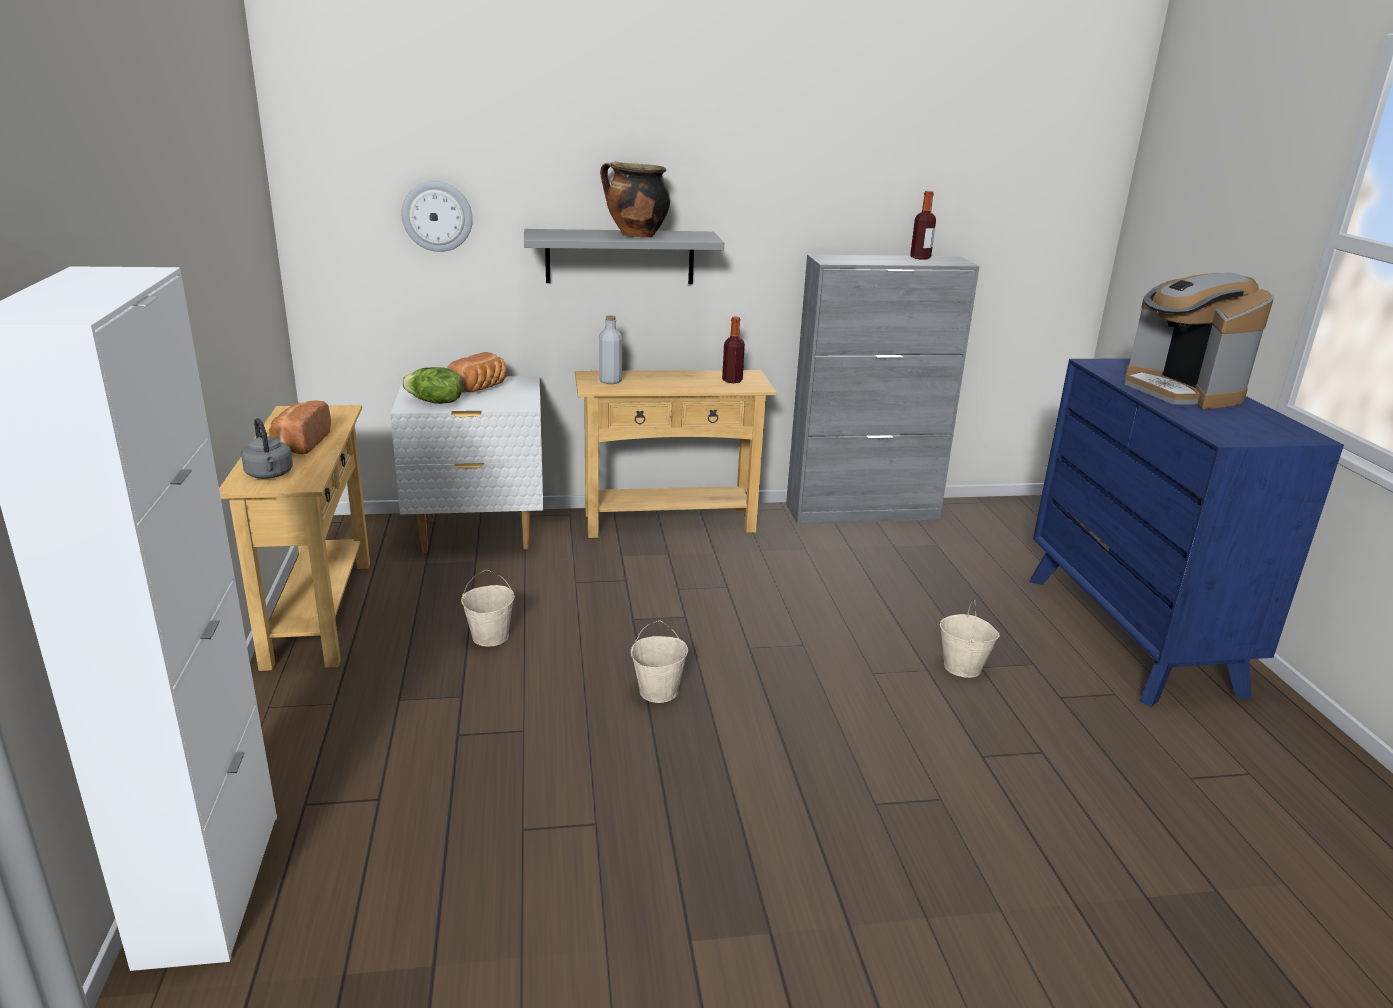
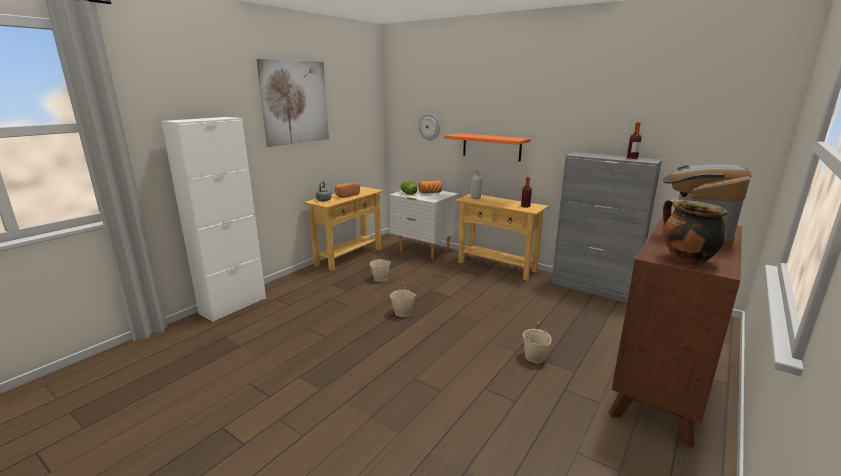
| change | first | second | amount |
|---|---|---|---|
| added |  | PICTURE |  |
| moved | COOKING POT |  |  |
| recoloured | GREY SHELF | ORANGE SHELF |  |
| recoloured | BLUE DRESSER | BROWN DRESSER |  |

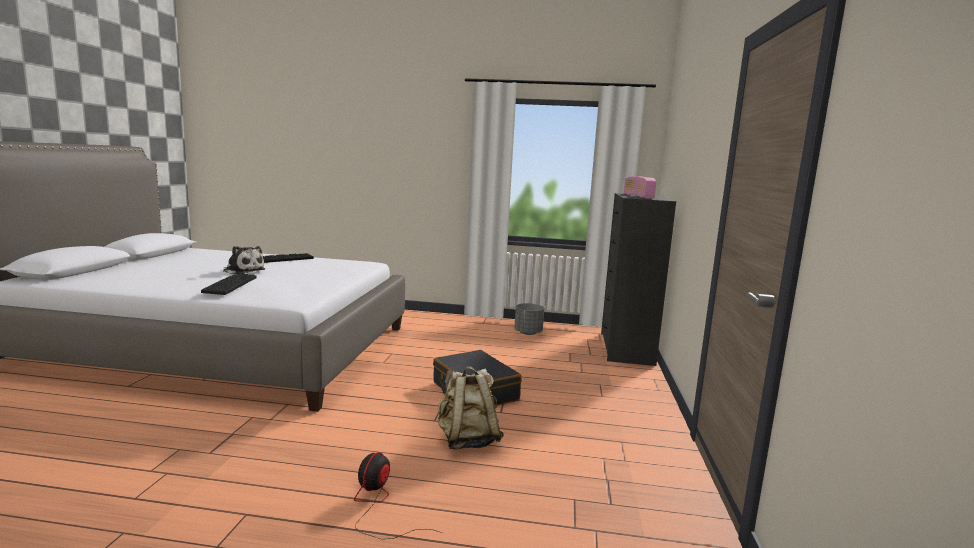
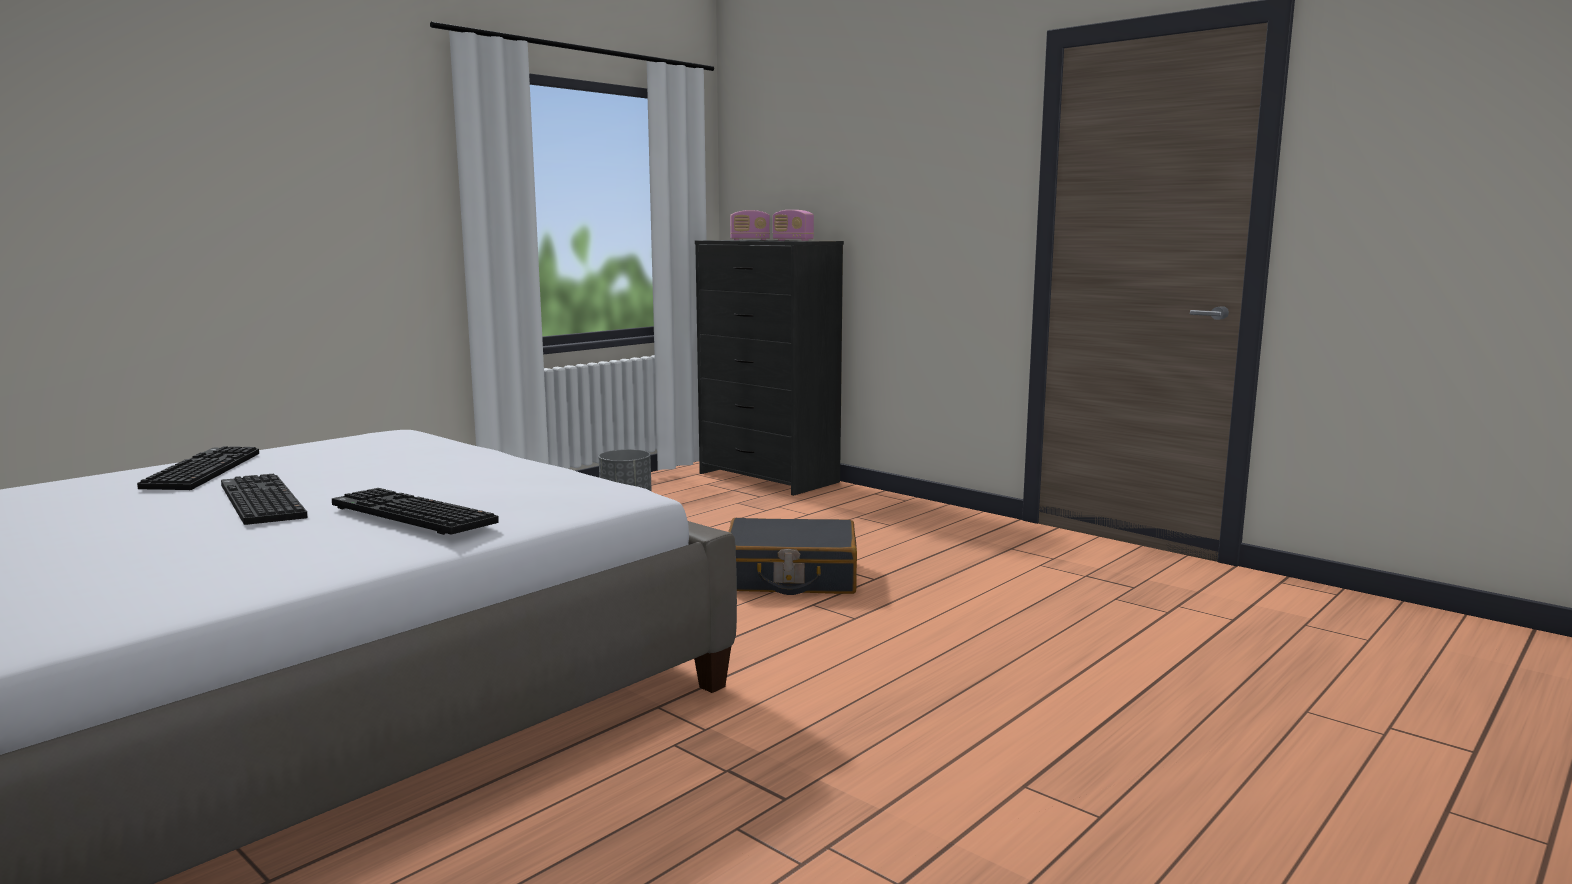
| change | first | second | amount |
|---|---|---|---|
| removed | FAN |  |  |
| removed | BEIGE BACKPACK |  |  |
| replaced | PLUSH TOY | KEYBOARD (2nd from left) |  |

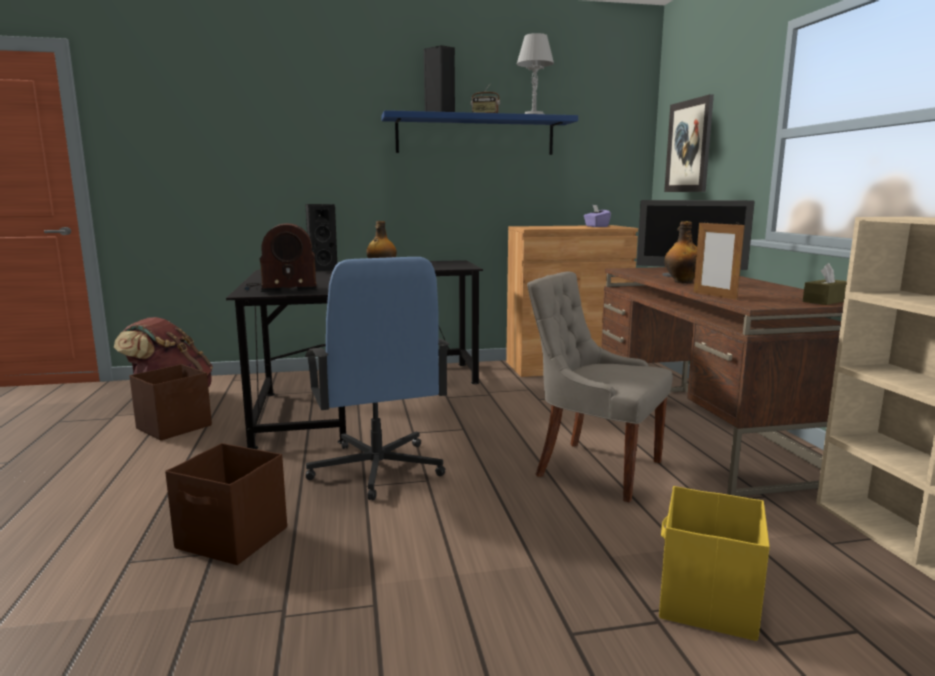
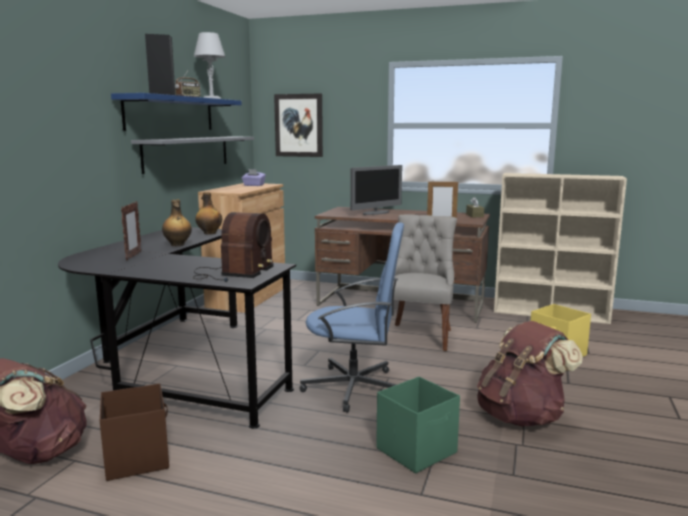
| change | first | second | amount |
|---|---|---|---|
| added |  | GREY SHELF |  |
| added |  | BROWN BACKPACK (2nd from left) |  |
| moved | BOTTLE (2nd from left) |  |  |
| replaced | BLACK SPEAKER (1st from left) | PICTURE FRAME (1st from left) |  |
| recoloured | BROWN STORAGE BOX (2nd from left) | GREEN STORAGE BOX |  |
| turned | GREY CHAIR |  | 135 degrees clockwise |

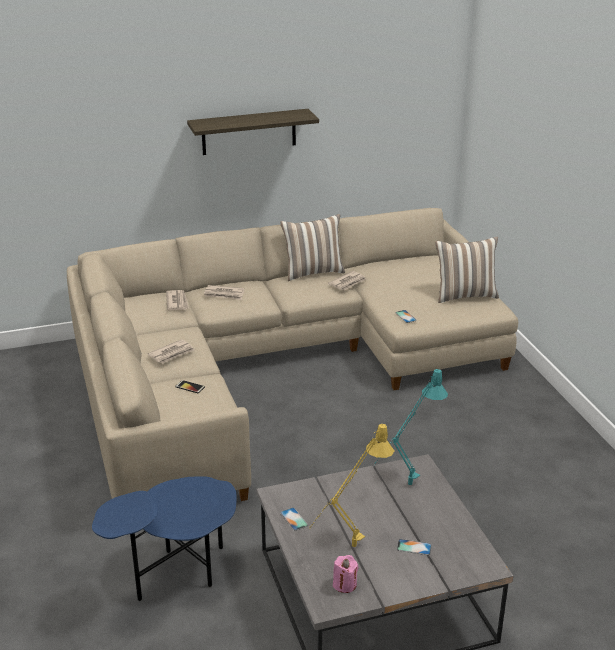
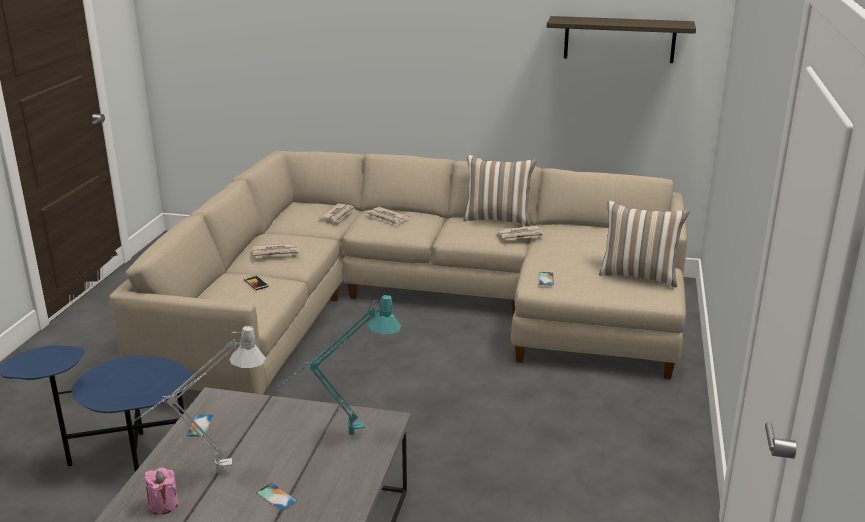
| change | first | second | amount |
|---|---|---|---|
| moved | SHELF |  |  |
| recoloured | YELLOW TABLE LAMP | GREY TABLE LAMP |  |

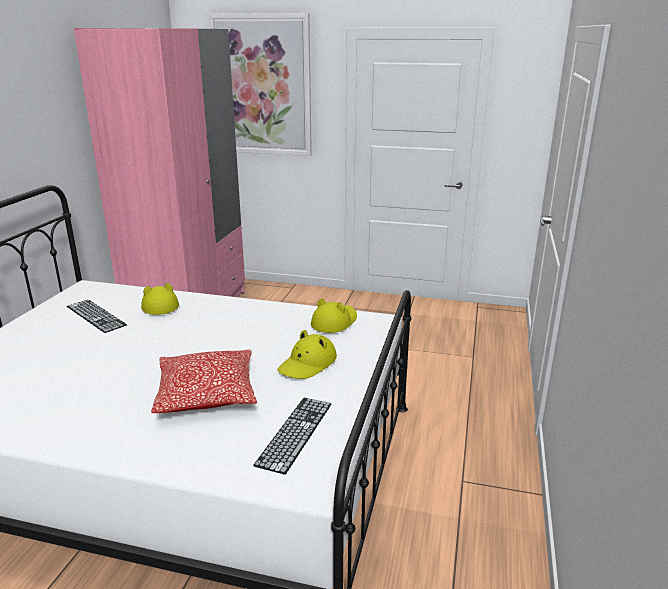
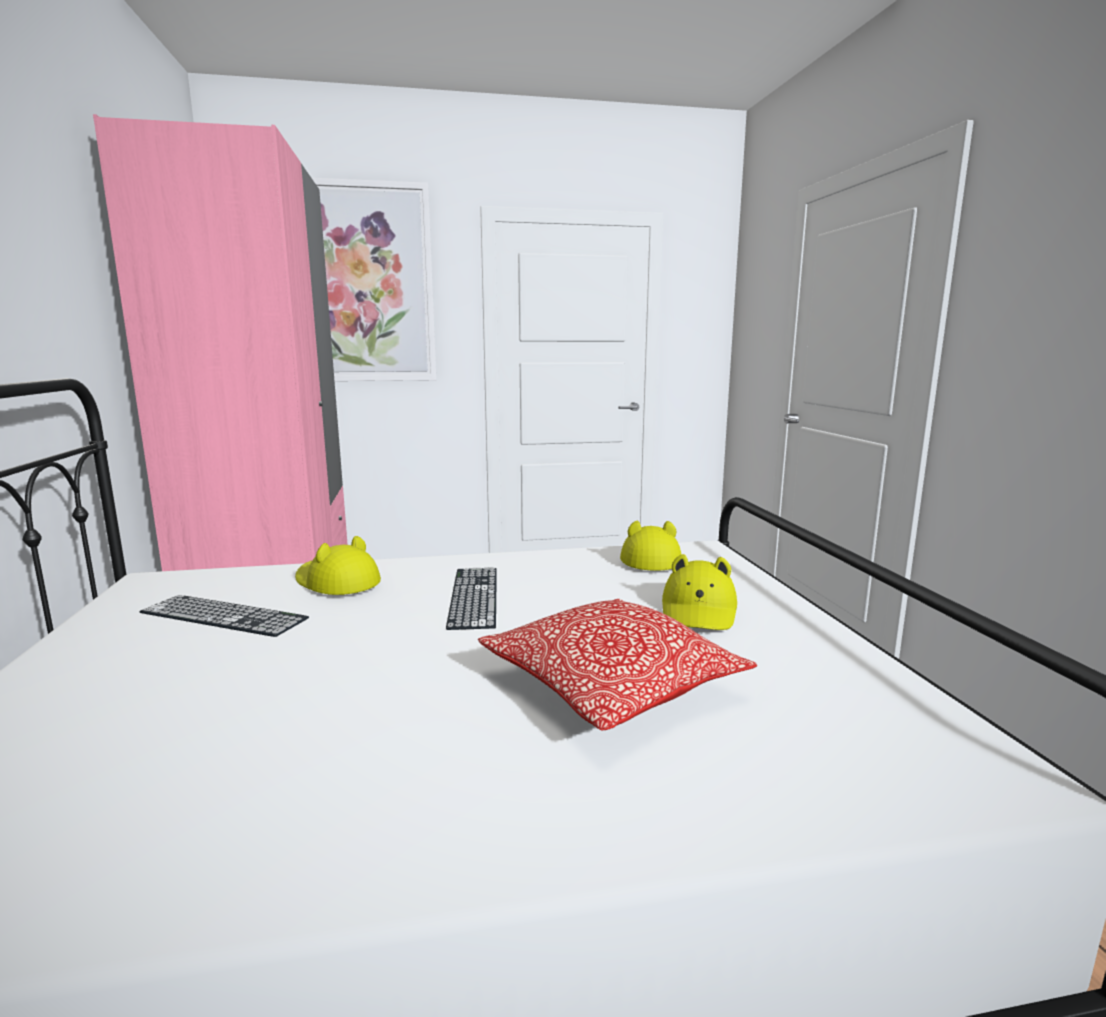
| change | first | second | amount |
|---|---|---|---|
| moved | KEYBOARD (2nd from left) |  |  |

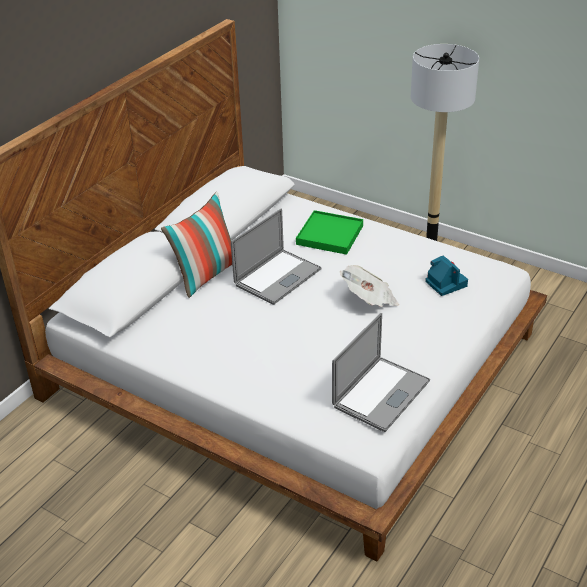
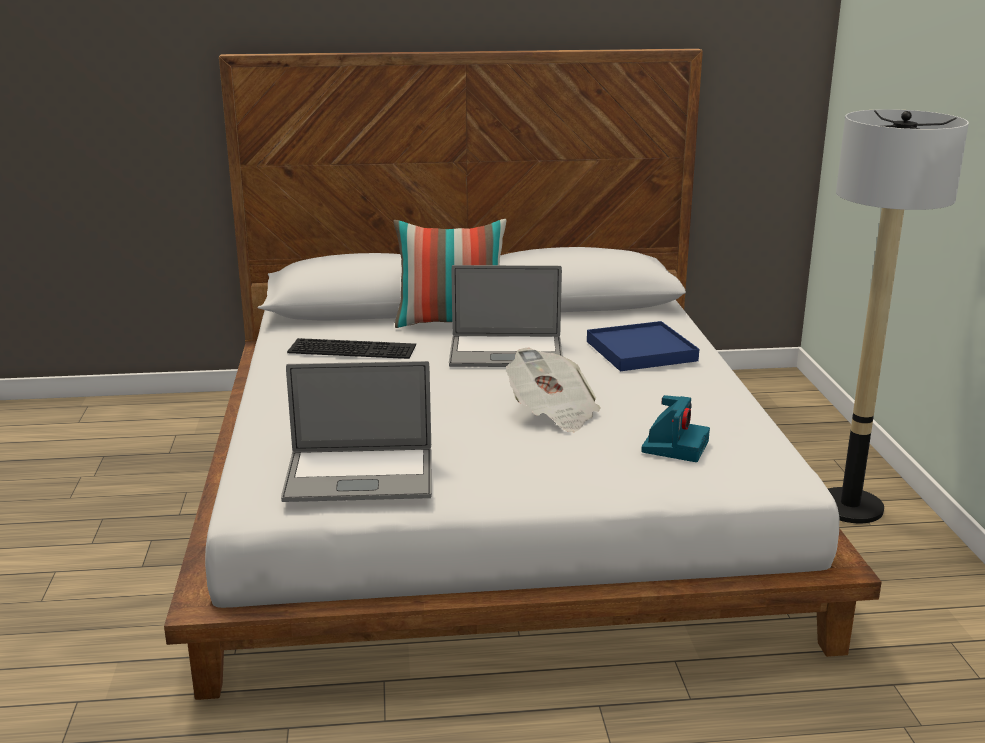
| change | first | second | amount |
|---|---|---|---|
| added |  | KEYBOARD |  |
| recoloured | GREEN TRAY | BLUE TRAY |  |

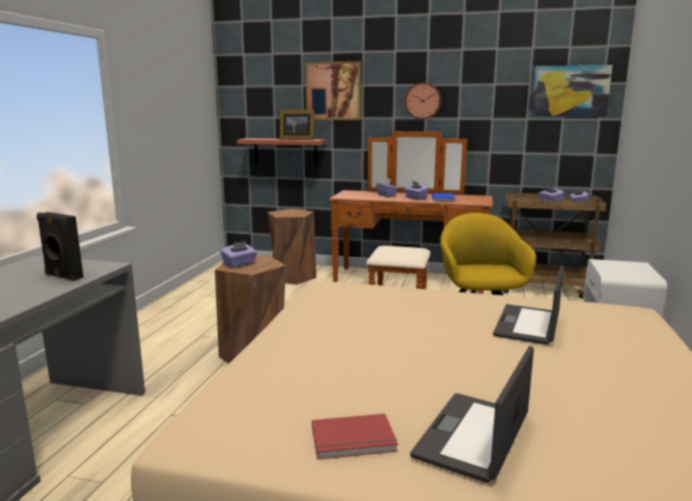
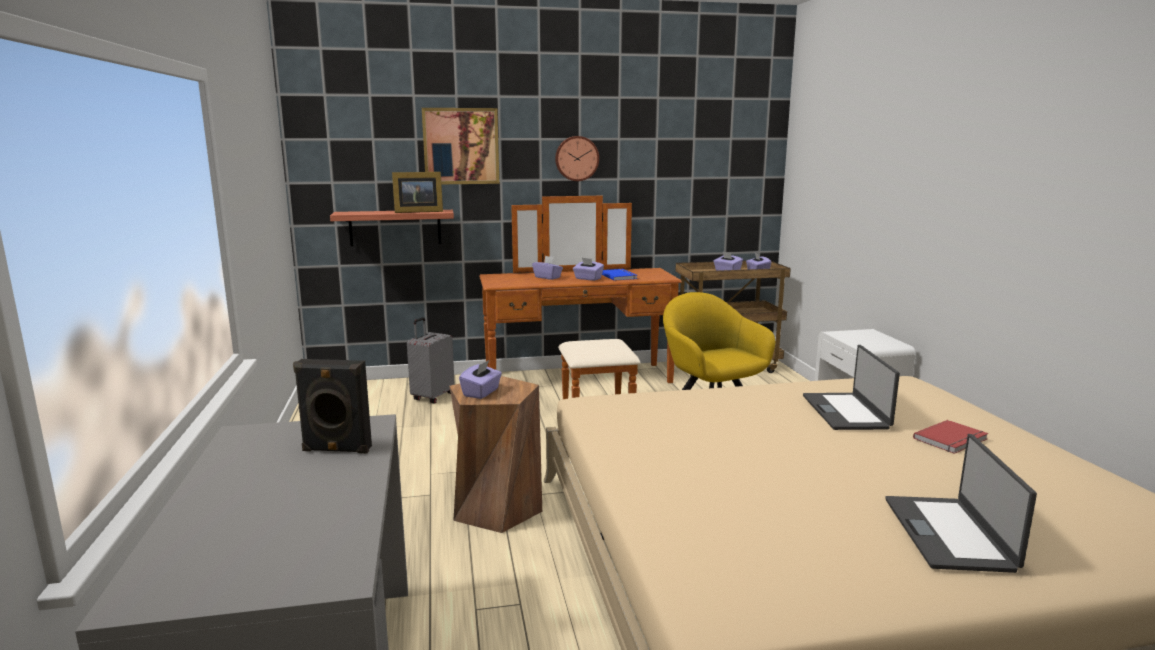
| change | first | second | amount |
|---|---|---|---|
| removed | PICTURE (2nd from left) |  |  |
| moved | RED BOOK |  |  |
| replaced | BROWN STOOL (2nd from left) | GREY SUITCASE |  |

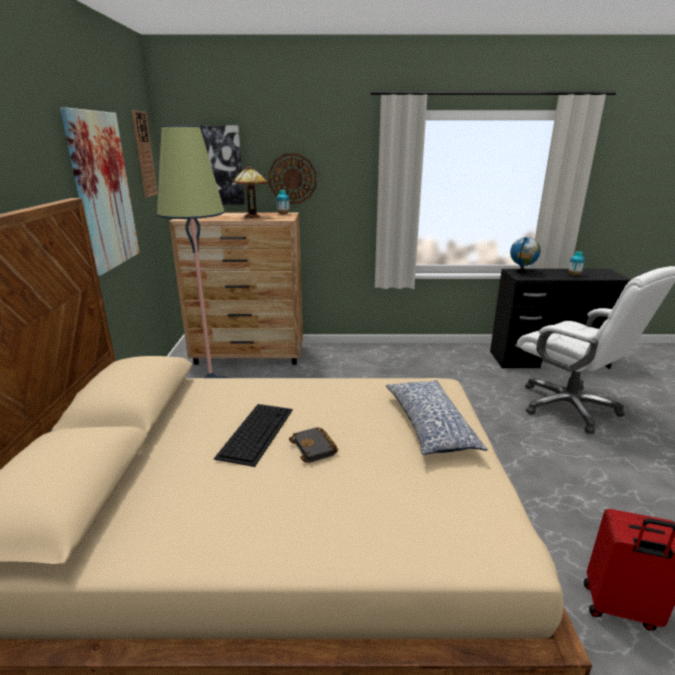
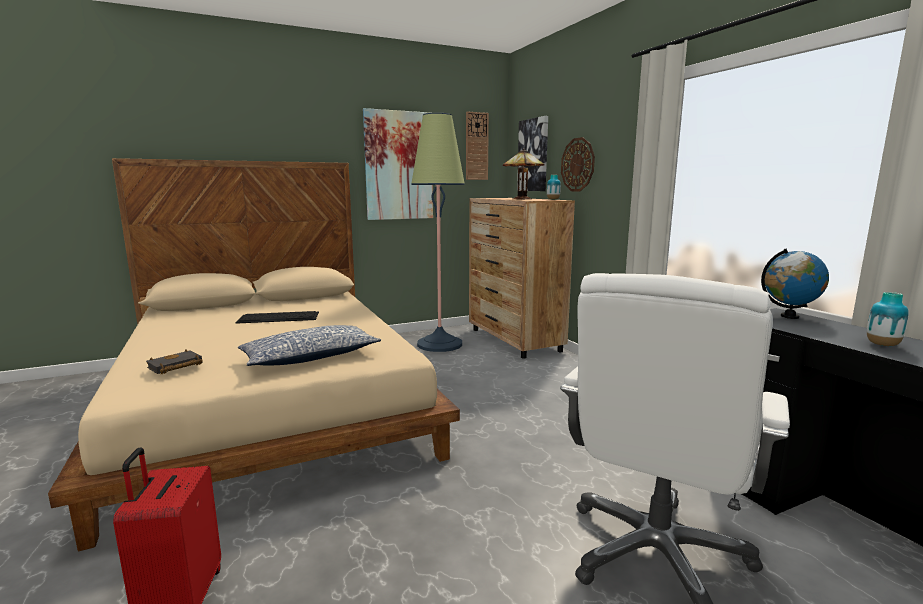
| change | first | second | amount |
|---|---|---|---|
| moved | BLACK BOOK |  |  |

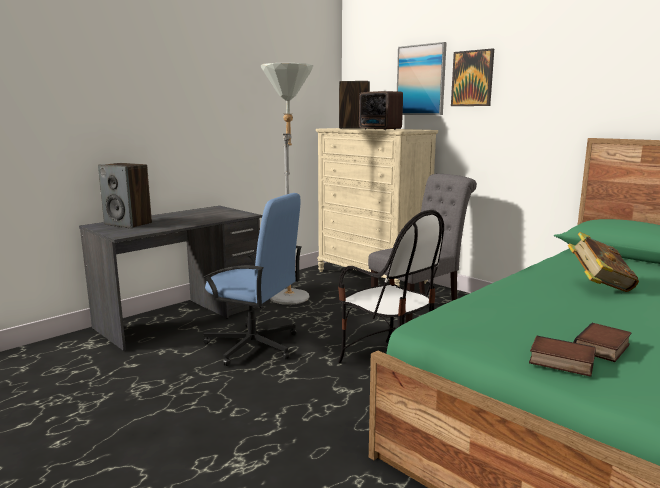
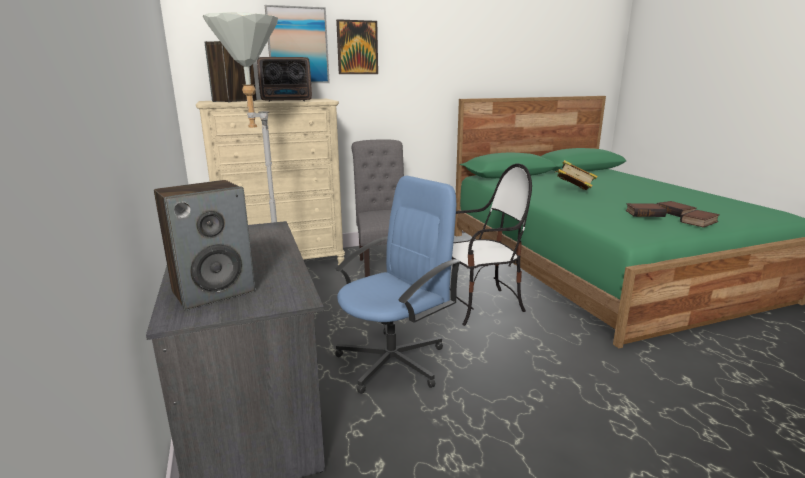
| change | first | second | amount |
|---|---|---|---|
| added |  | BOOK (2nd from left) |  |

